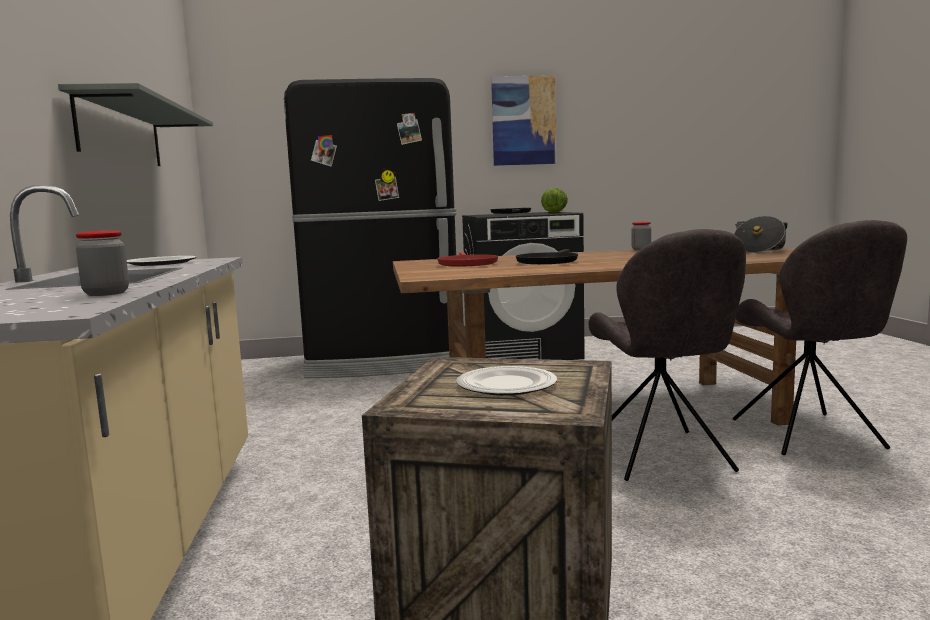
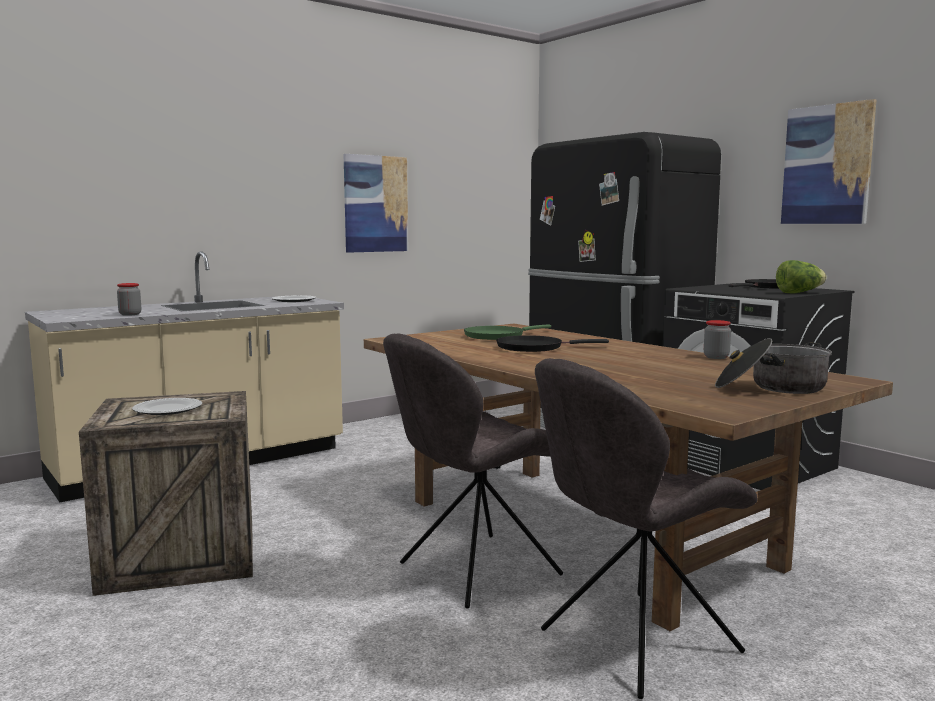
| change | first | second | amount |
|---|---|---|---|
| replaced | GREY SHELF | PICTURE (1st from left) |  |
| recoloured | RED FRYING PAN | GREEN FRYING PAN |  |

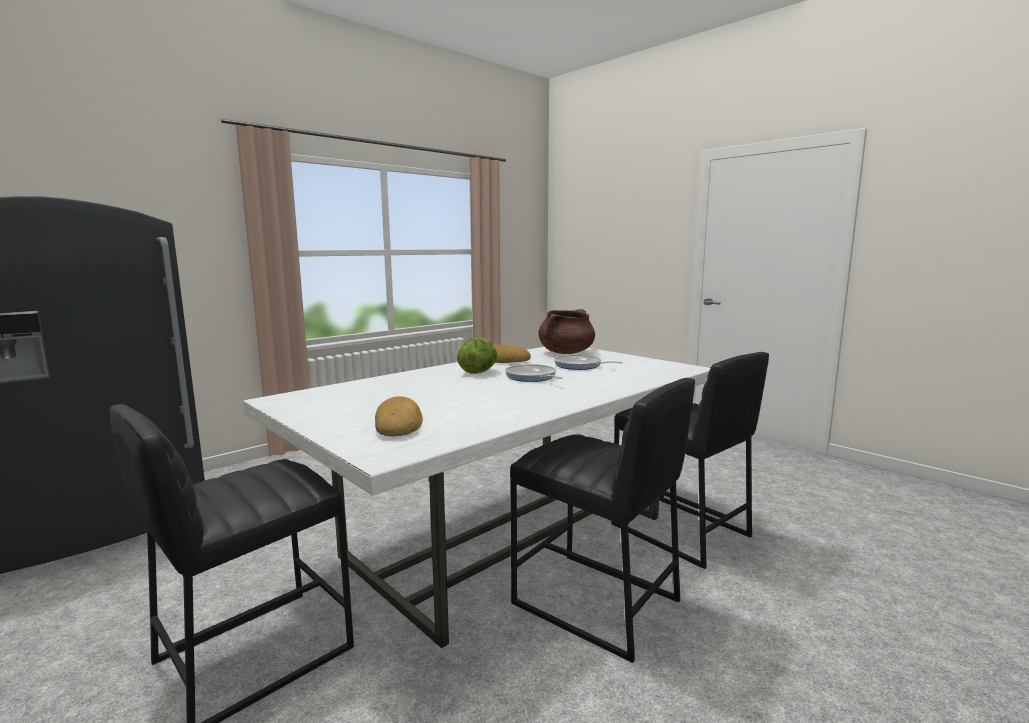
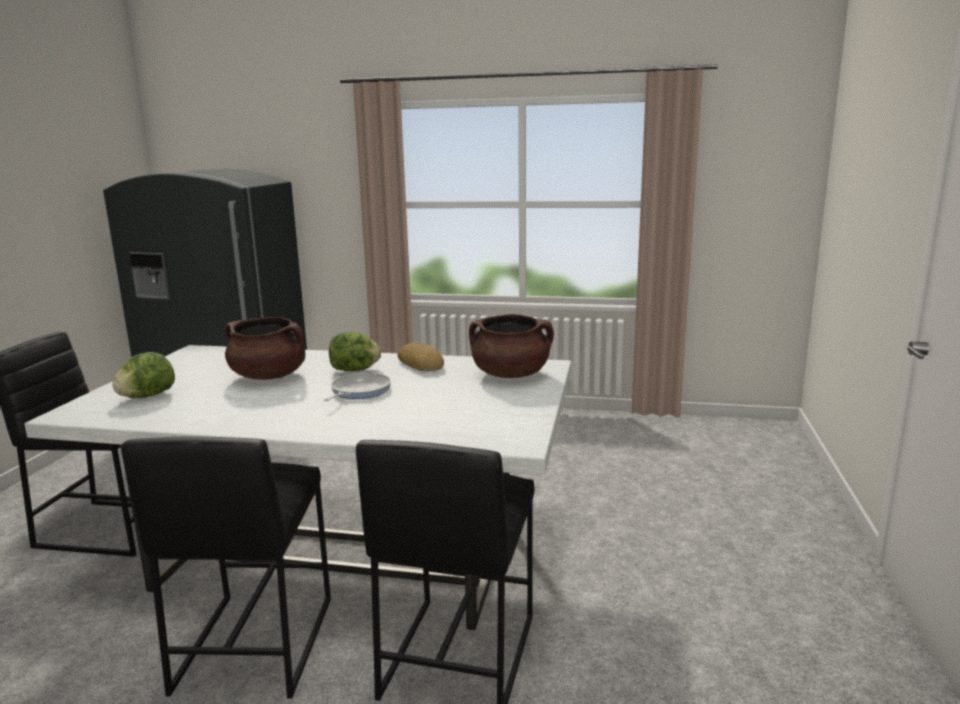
| change | first | second | amount |
|---|---|---|---|
| removed | FRYING PAN (2nd from left) |  |  |
| added |  | BROWN COOKING POT (1st from left) |  |
| replaced | BREAD (1st from left) | LETTUCE (1st from left) |  |

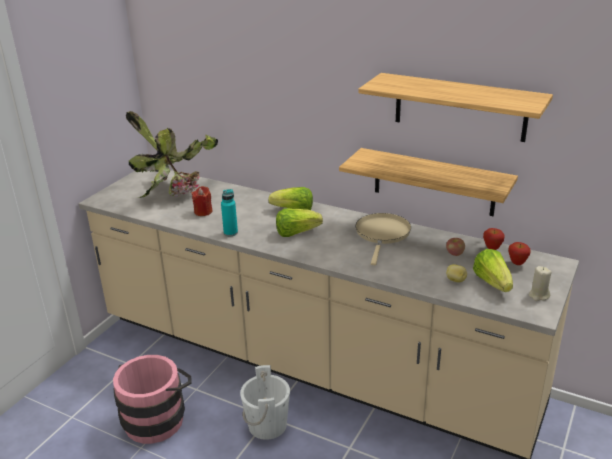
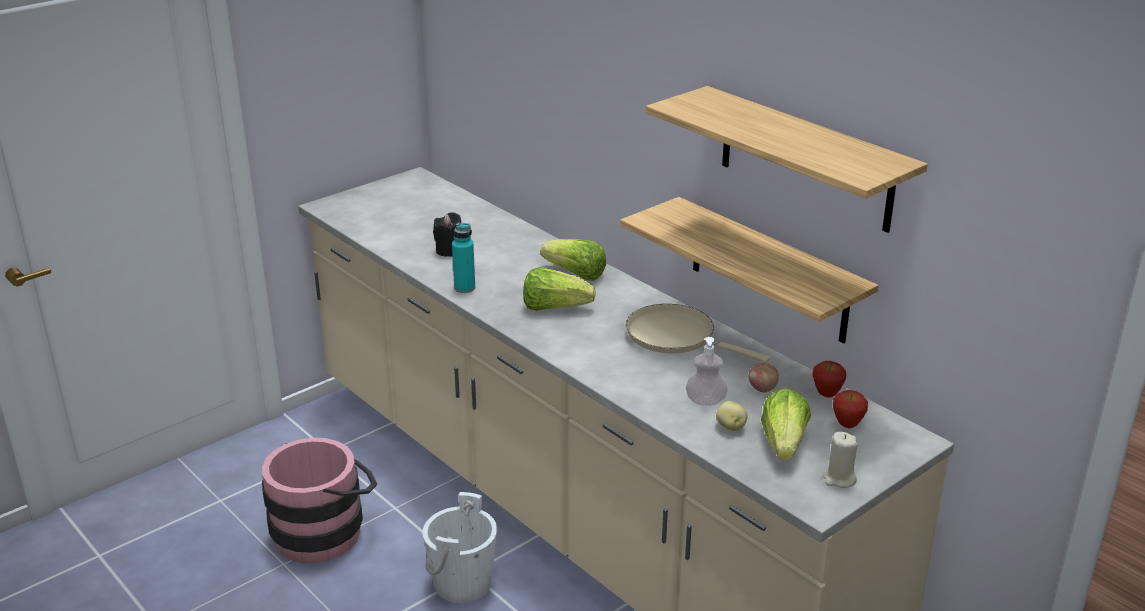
| change | first | second | amount |
|---|---|---|---|
| removed | POTTED PLANT |  |  |
| added |  | SOAP DISPENSER |  |
| recoloured | RED CANDLE | BLACK CANDLE |  |
| turned | BEIGE FRYING PAN |  | 90 degrees counterclockwise |

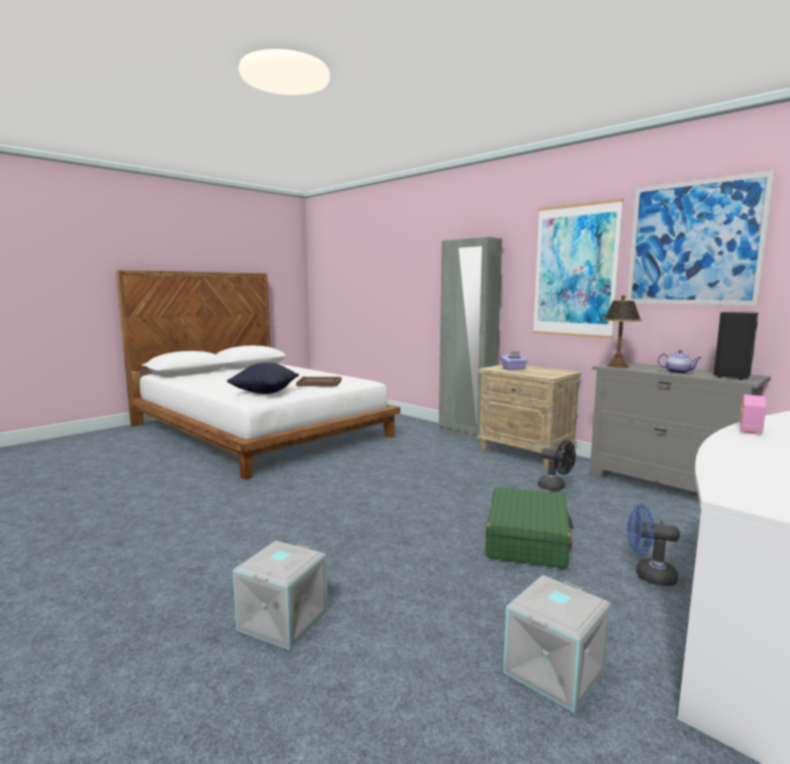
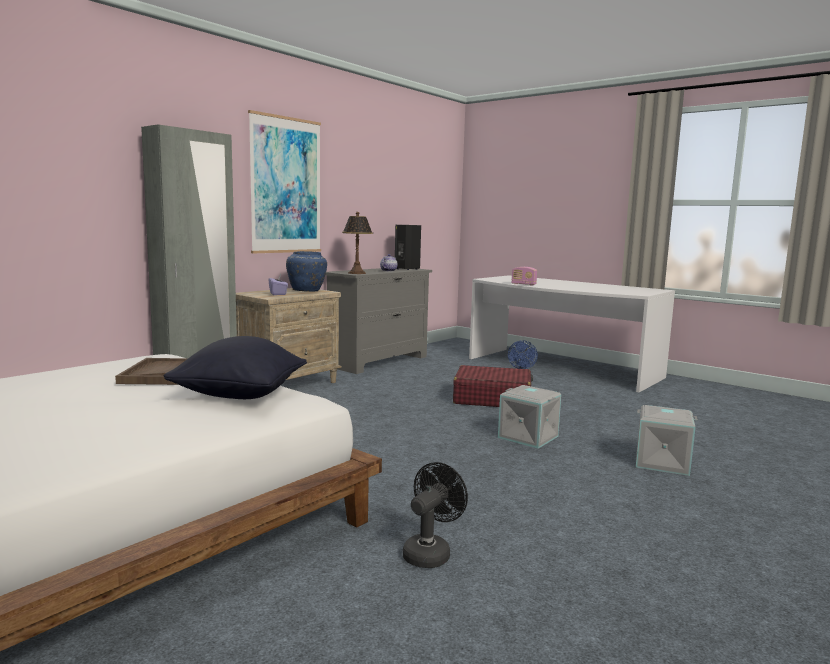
| change | first | second | amount |
|---|---|---|---|
| removed | PICTURE (2nd from left) |  |  |
| added |  | BLUE VASE |  |
| moved | GREY STORAGE BOX (2nd from left in the first image) | GREY STORAGE BOX (1st from left) |  |
| moved | BLACK FAN |  |  |
| recoloured | GREEN SUITCASE | RED SUITCASE |  |

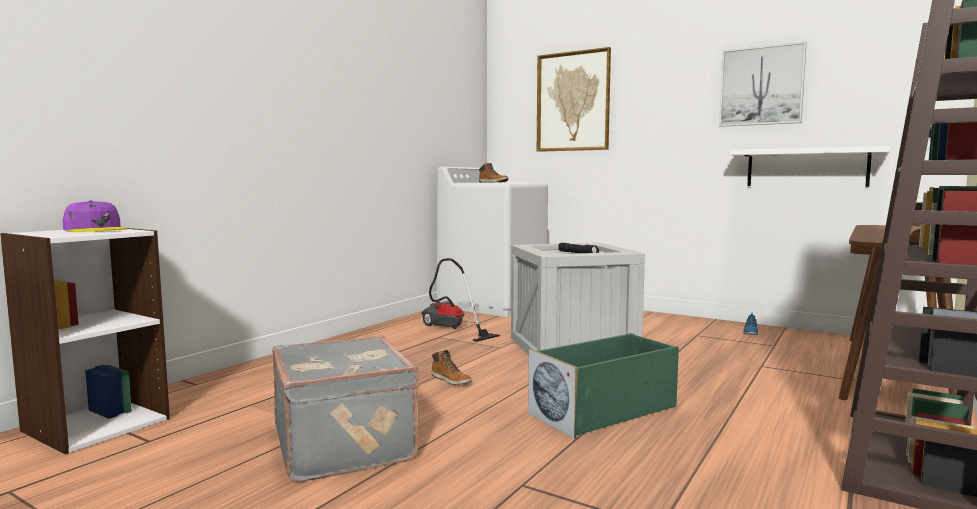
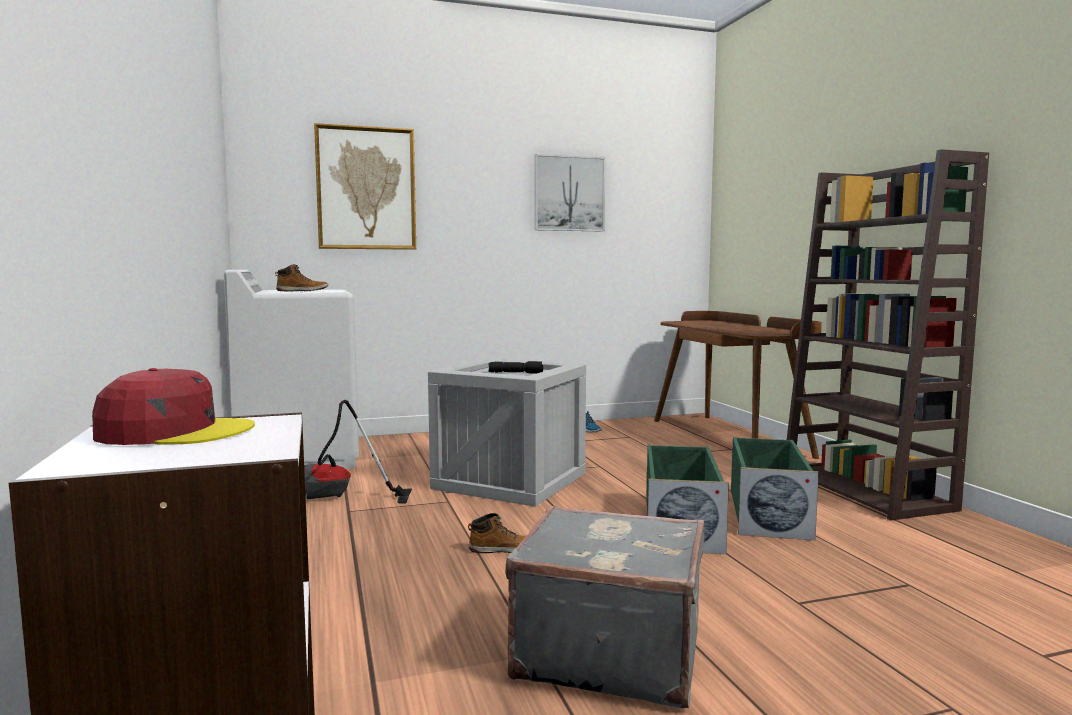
| change | first | second | amount |
|---|---|---|---|
| removed | WHITE SHELF |  |  |
| added |  | GREEN STORAGE BOX (2nd from left) |  |
| recoloured | PURPLE CAP | RED CAP |  |

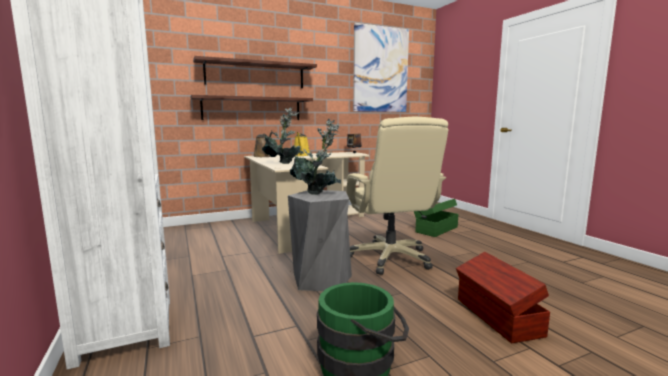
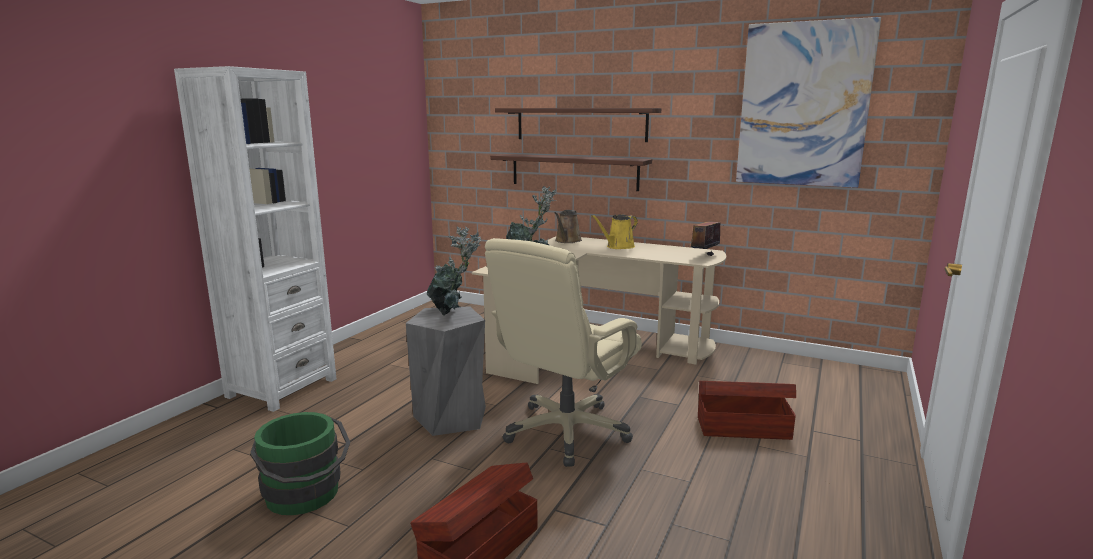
| change | first | second | amount |
|---|---|---|---|
| recoloured | GREEN STORAGE BOX | BROWN STORAGE BOX (2nd from left) |  |

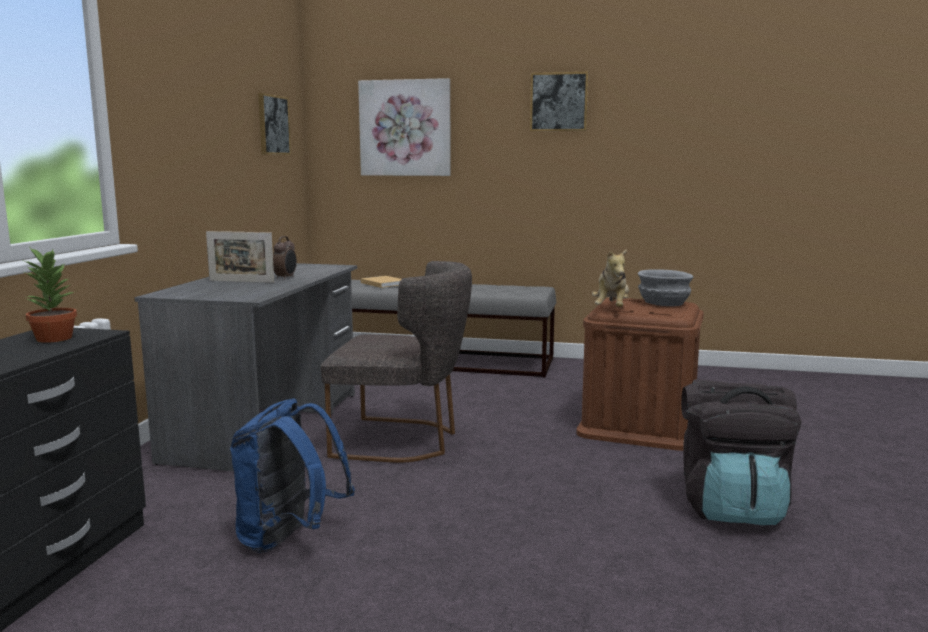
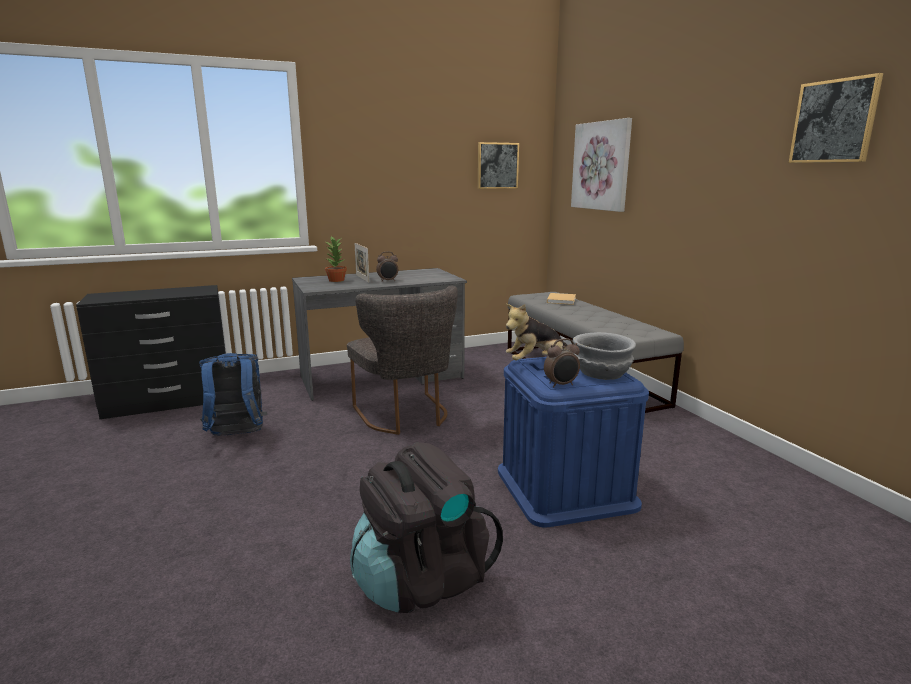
| change | first | second | amount |
|---|---|---|---|
| added |  | ALARM CLOCK (2nd from left) |  |
| moved | POTTED PLANT |  |  |
| moved | PICTURE (3rd from left) |  |  |
| recoloured | BROWN STORAGE BOX | BLUE STORAGE BOX |  |

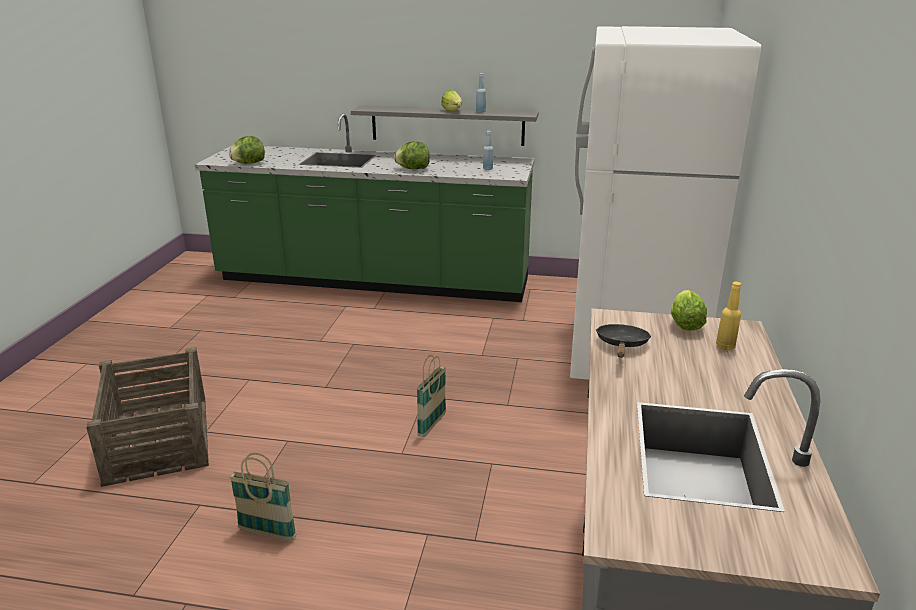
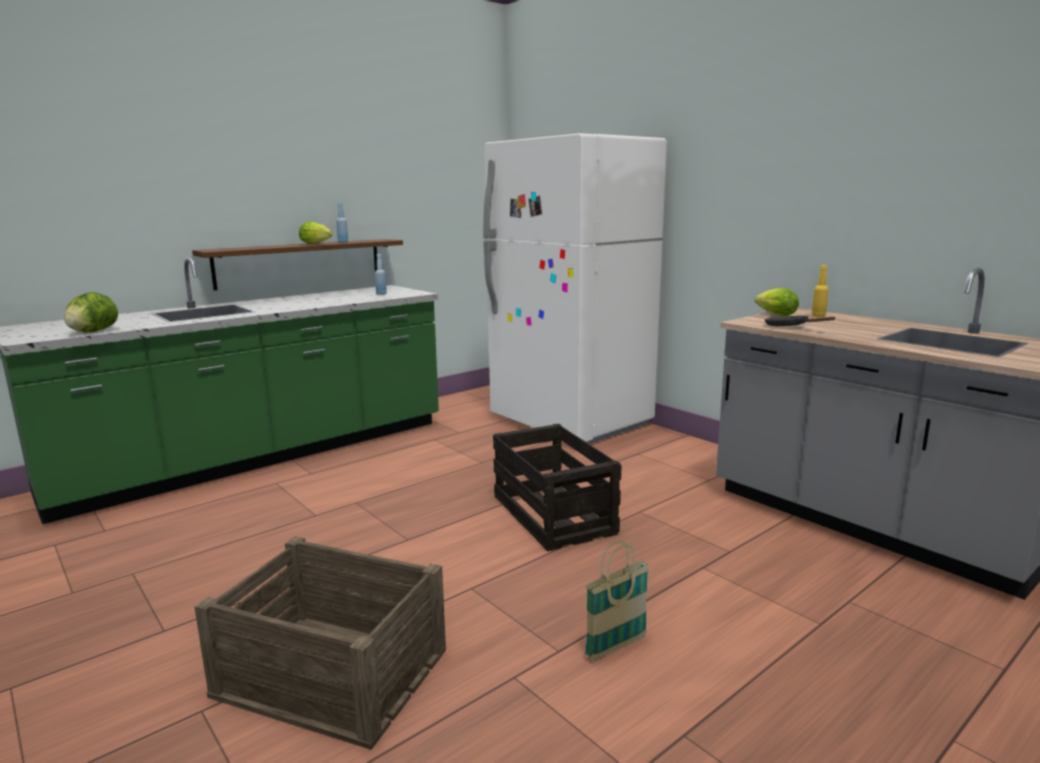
| change | first | second | amount |
|---|---|---|---|
| removed | LETTUCE (2nd from left) |  |  |
| replaced | BASKET (2nd from left) | CRATE (2nd from left) |  |
| recoloured | GREY SHELF | BROWN SHELF |  |

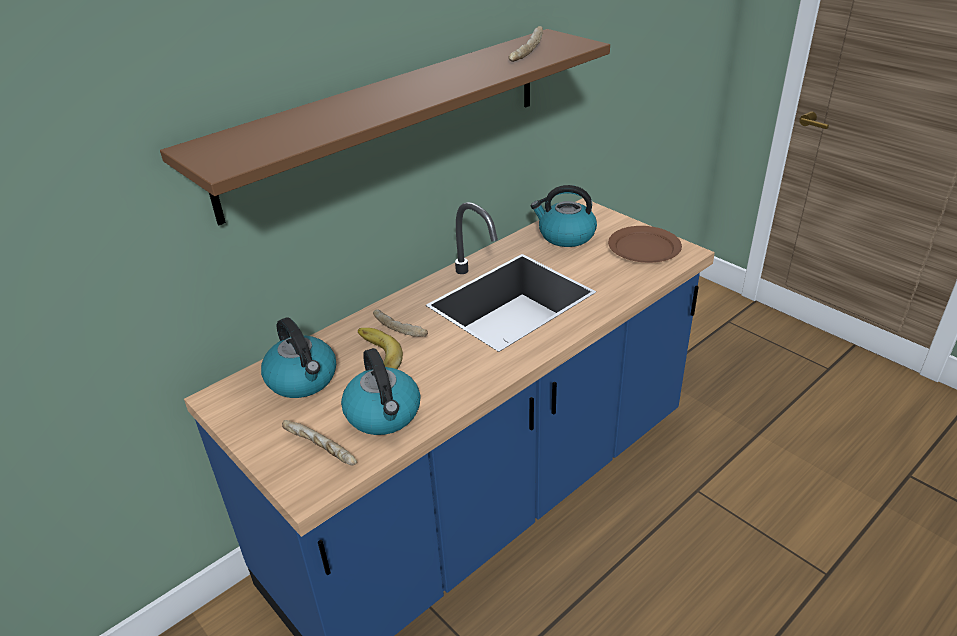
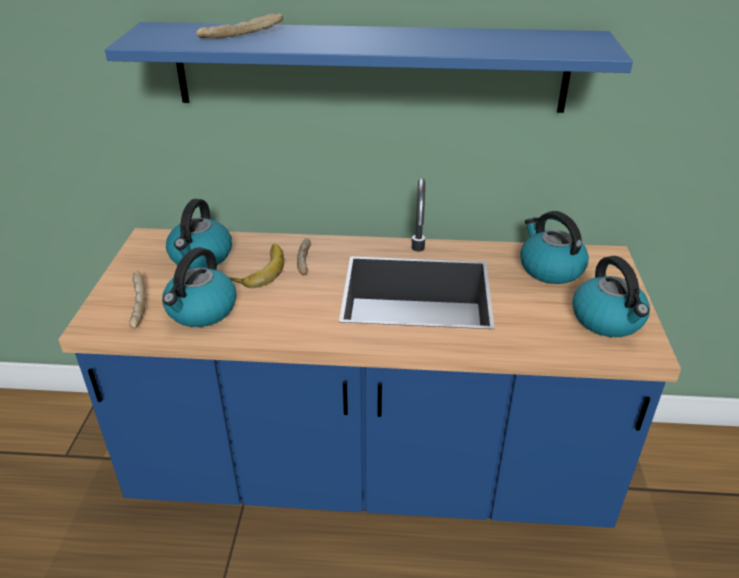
| change | first | second | amount |
|---|---|---|---|
| moved | BREAD (3rd from left in the first image) | BREAD (2nd from left) |  |
| replaced | BROWN PLATE | KETTLE (4th from left) |  |
| recoloured | BROWN SHELF | BLUE SHELF |  |

